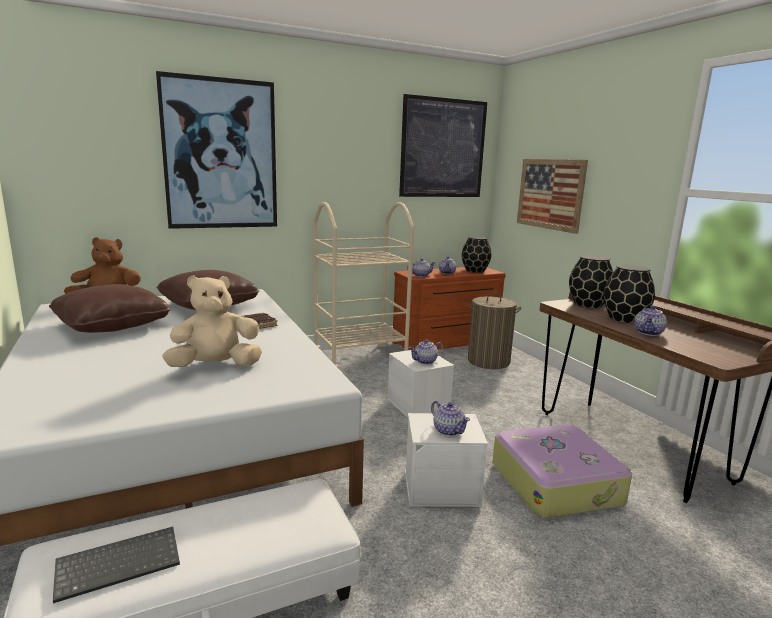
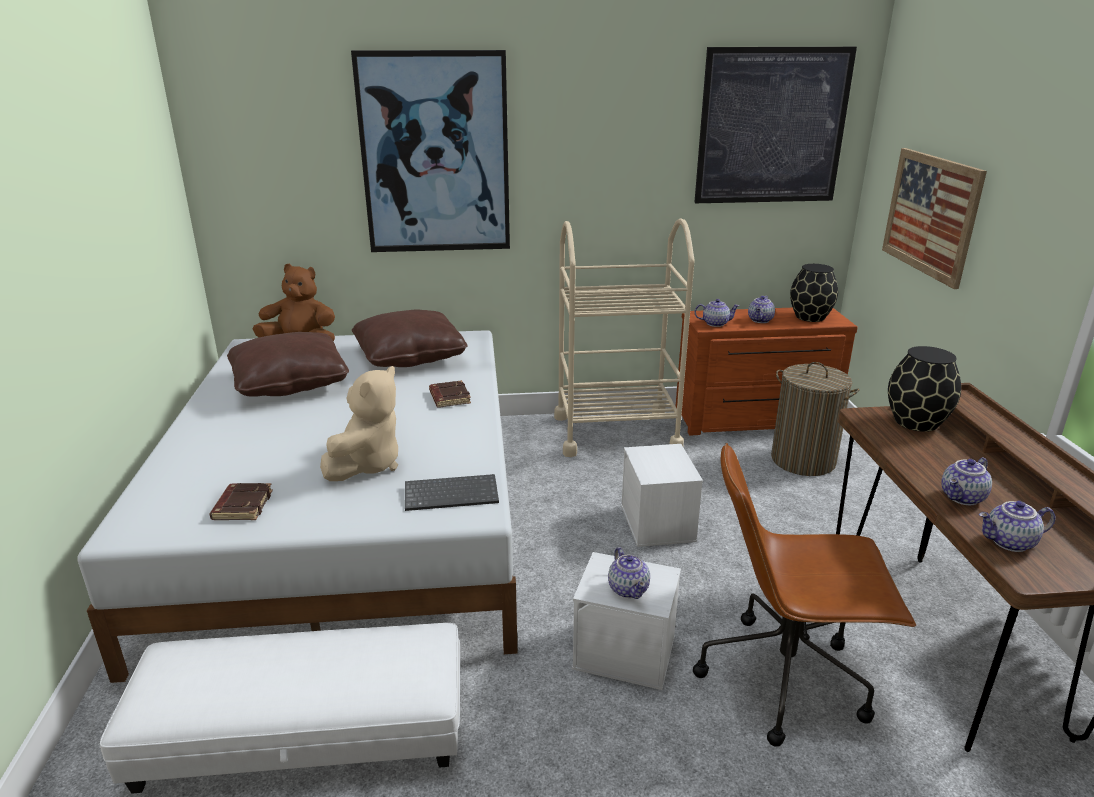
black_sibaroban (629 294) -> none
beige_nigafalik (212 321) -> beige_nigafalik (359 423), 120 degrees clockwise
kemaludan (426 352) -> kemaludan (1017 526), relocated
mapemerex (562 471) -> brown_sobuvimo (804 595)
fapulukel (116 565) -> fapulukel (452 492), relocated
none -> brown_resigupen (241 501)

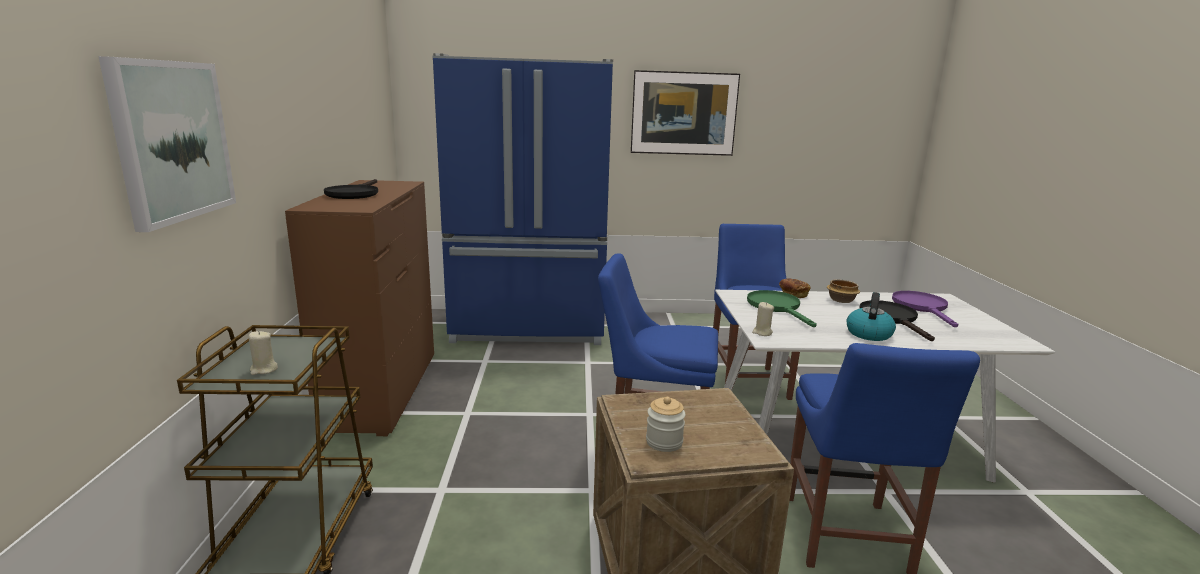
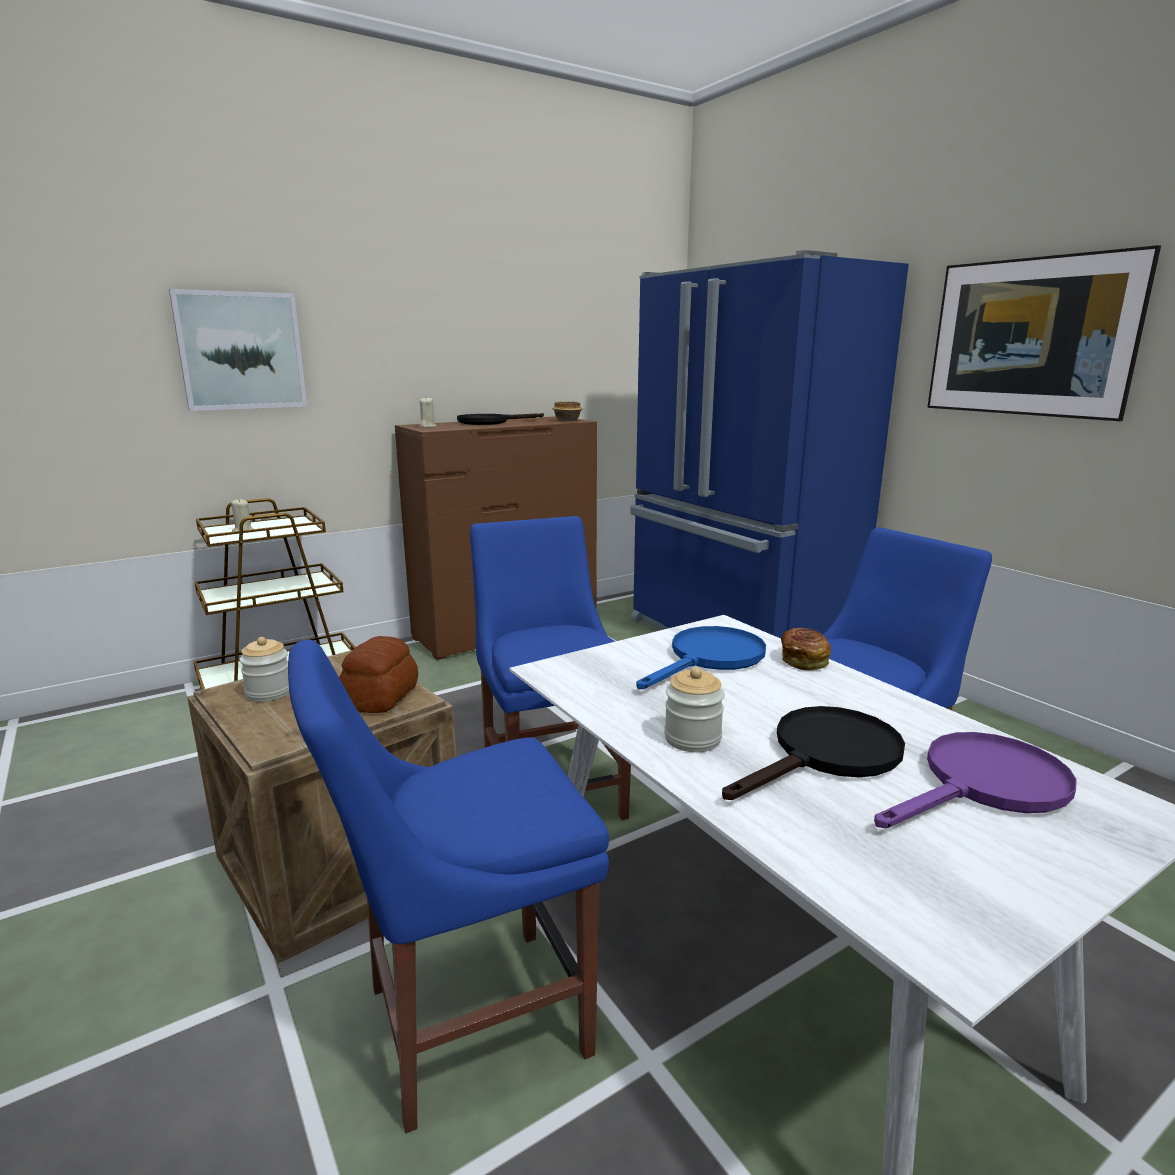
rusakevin (843 291) -> rusakevin (567 411), relocated
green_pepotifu (782 308) -> blue_pepotifu (701 657)
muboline (871 316) -> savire (694 709)
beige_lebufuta (763 319) -> beige_lebufuta (427 412), relocated
none -> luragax (378 674)

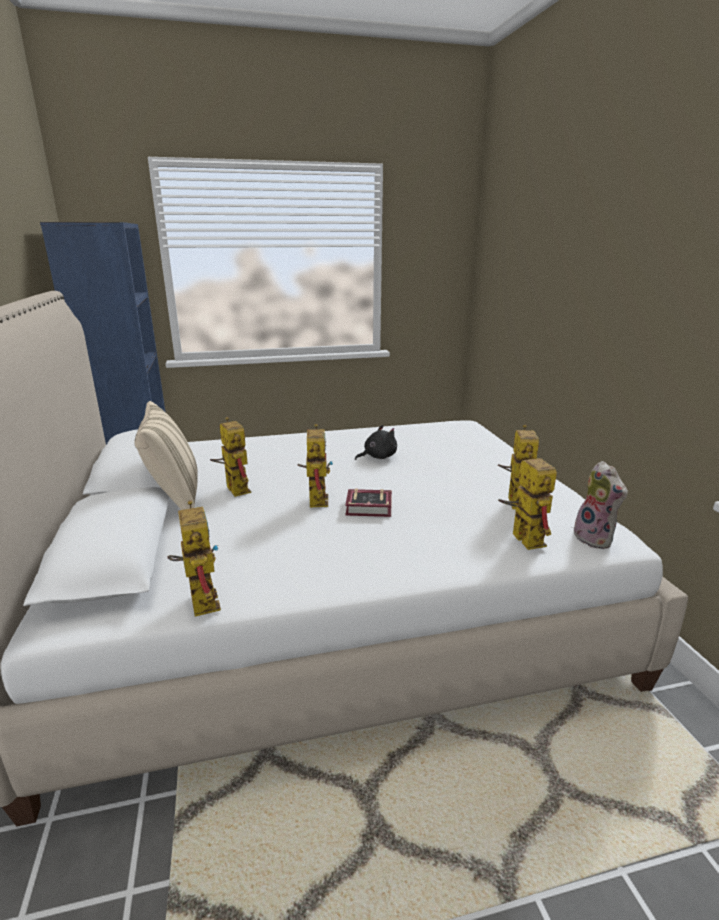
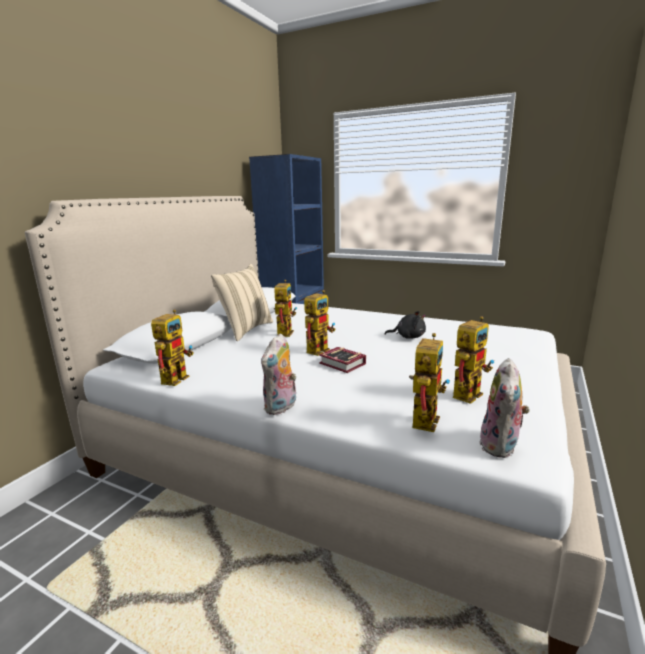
none -> nigafalik (279 374)

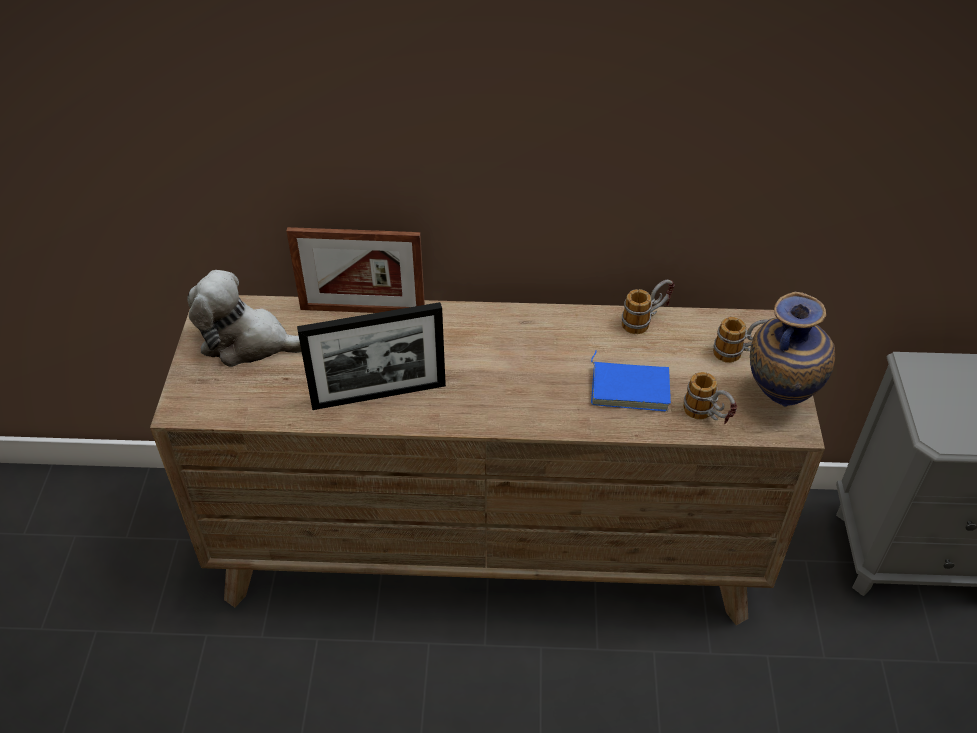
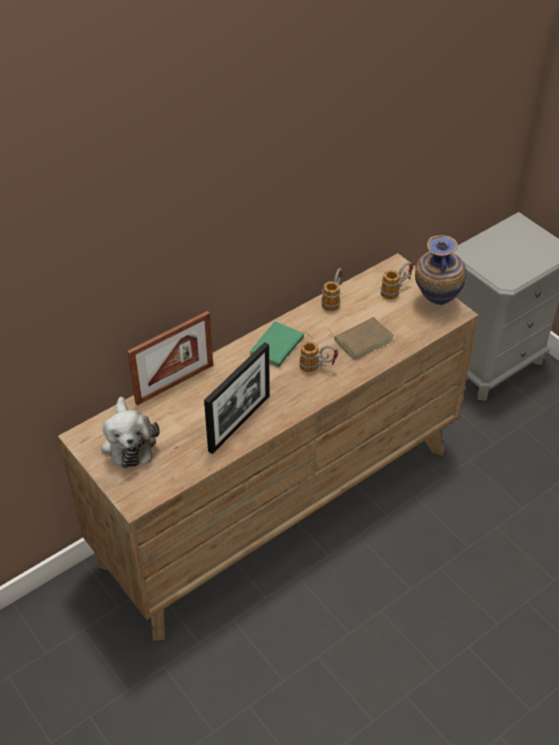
nigafalik (244 318) -> nigafalik (130 432), 75 degrees counterclockwise
blue_resigupen (631 380) -> brown_resigupen (361 338)
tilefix (710 398) -> tilefix (318 356), relocated
none -> green_resigupen (281 344)

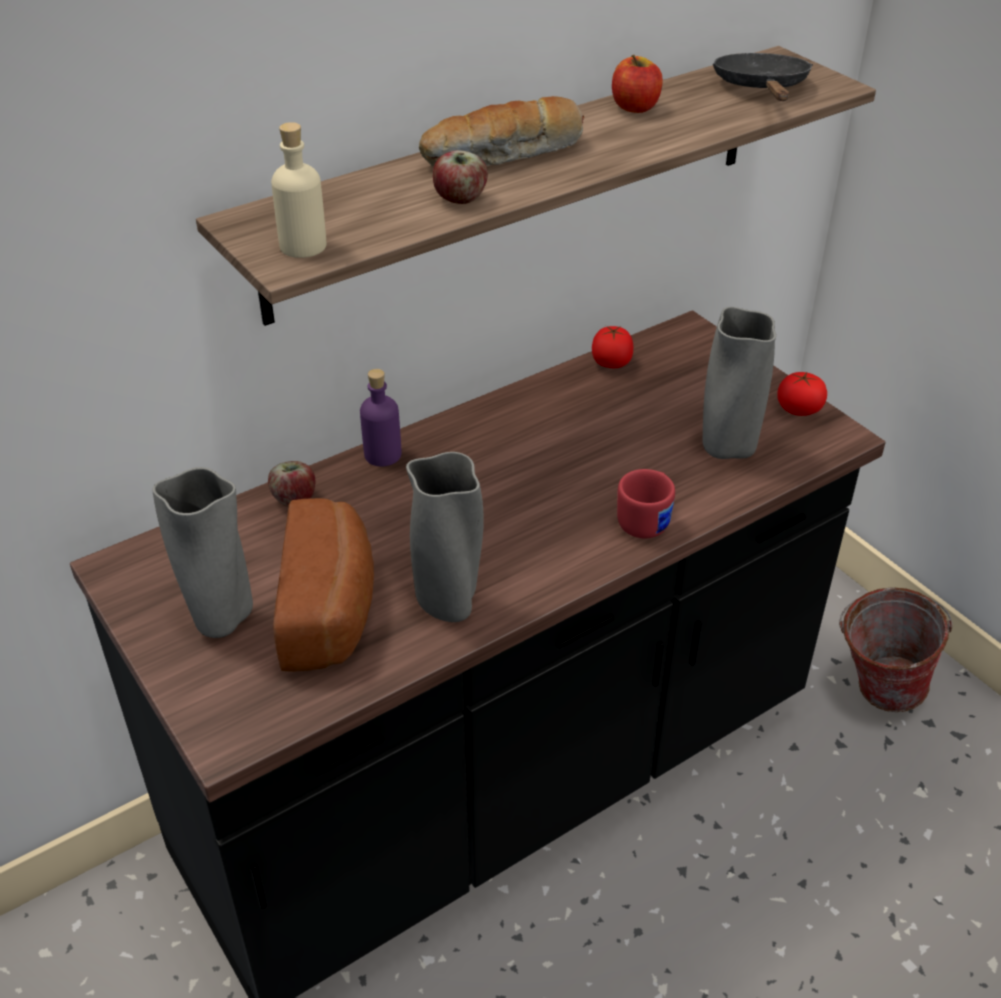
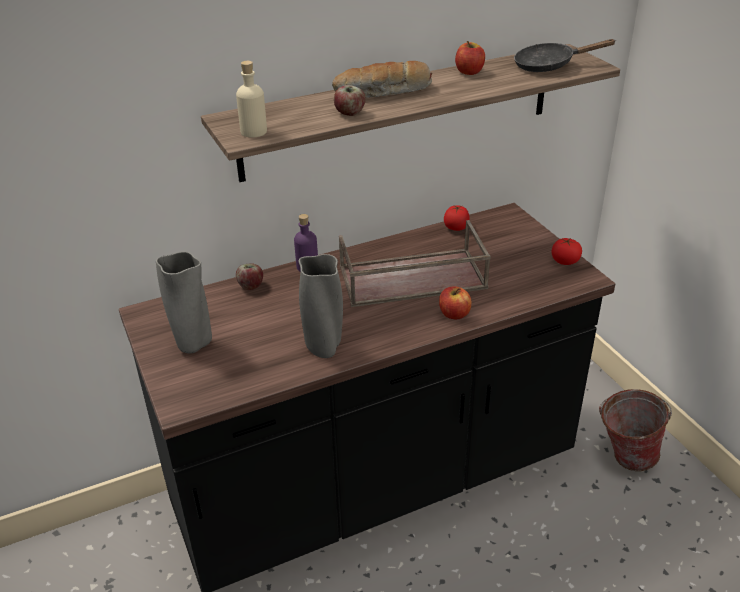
black_pepotifu (763 77) -> black_pepotifu (564 55), 105 degrees counterclockwise
grey_sibaroban (739 383) -> none
red_tilefix (646 504) -> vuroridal (455 303)
luragax (323 585) -> none
none -> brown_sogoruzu (415 263)

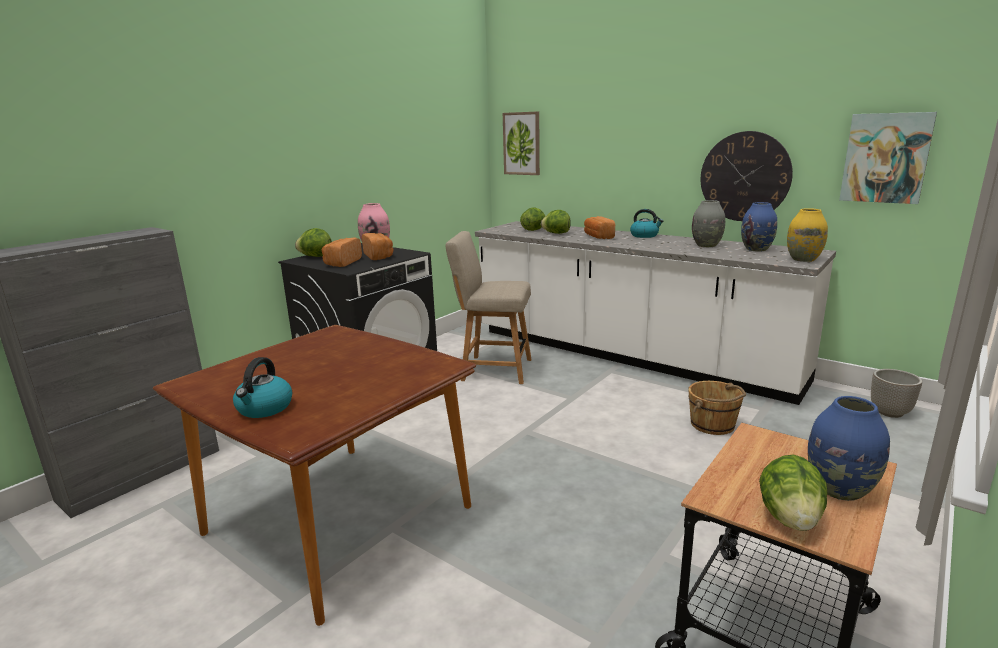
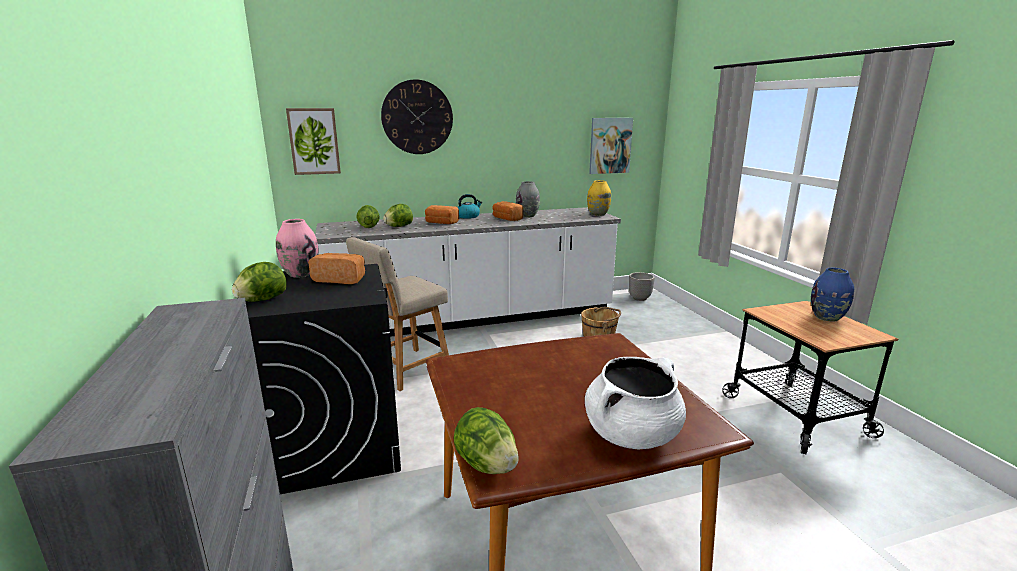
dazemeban (747 176) -> dazemeban (417 116), relocated
blue_sibaroban (759 226) -> none
luragax (341 252) -> luragax (508 211), relocated
muboline (262 387) -> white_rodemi (635 403)
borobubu (793 493) -> borobubu (486 440), relocated

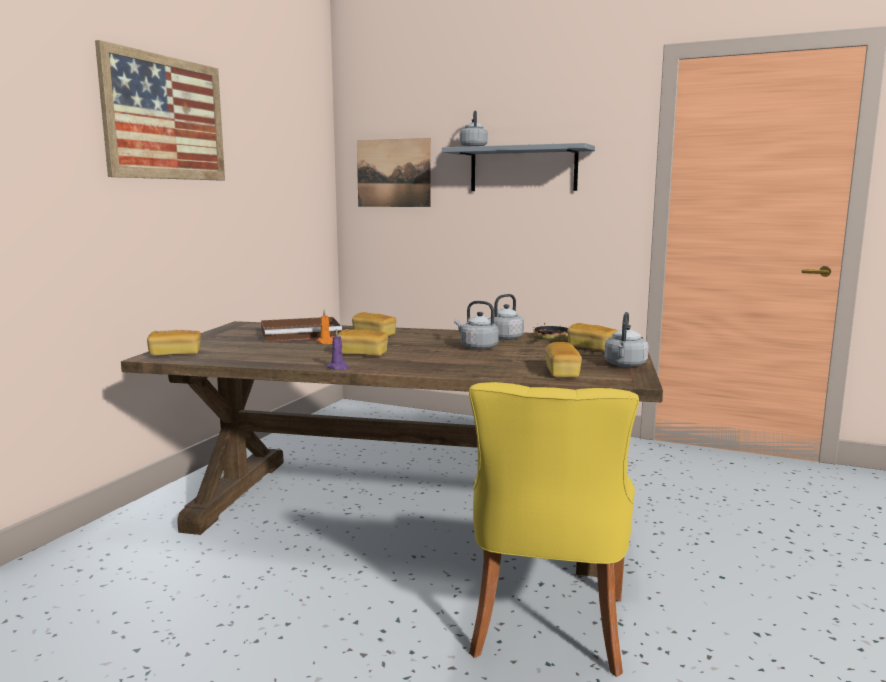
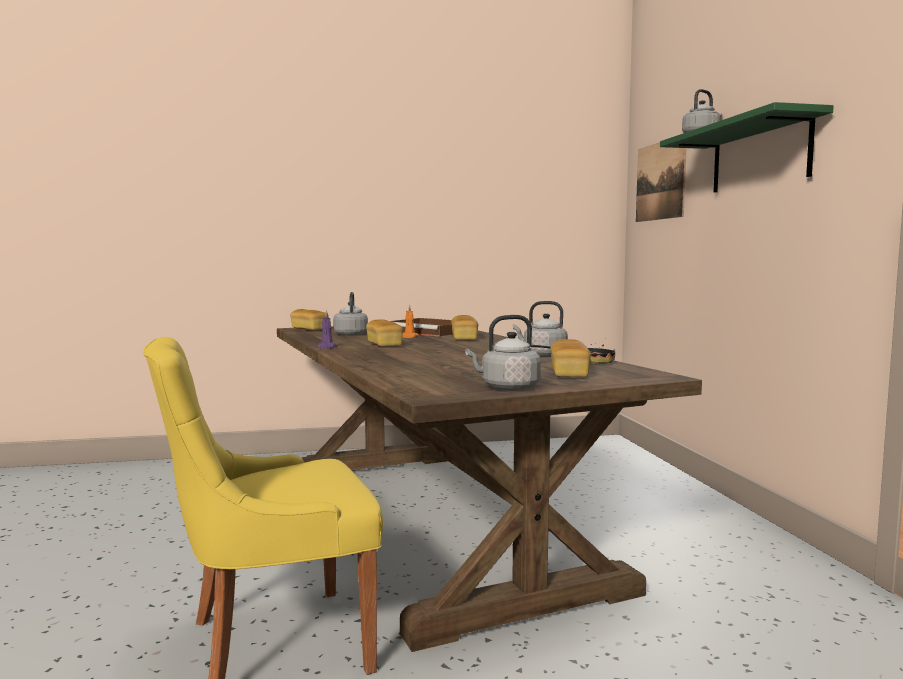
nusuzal (160 110) -> none
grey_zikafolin (518 167) -> green_zikafolin (746 147)
grey_muboline (476 325) -> grey_muboline (350 314), relocated
luragax (563 359) -> none

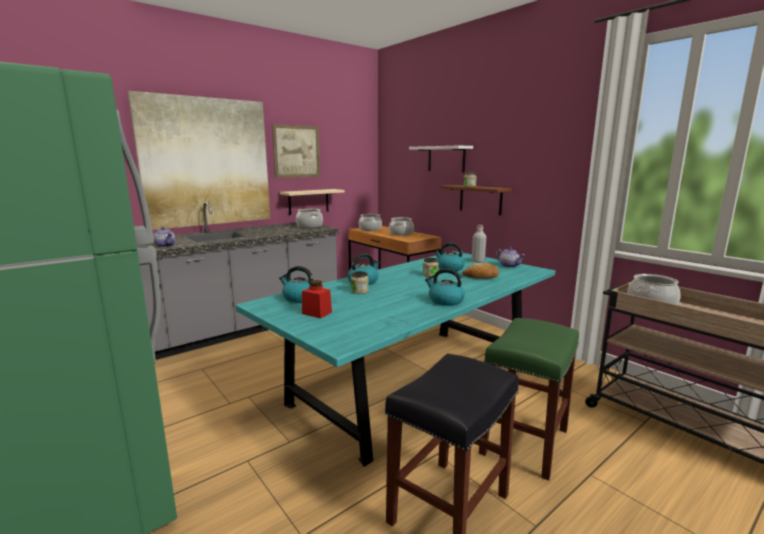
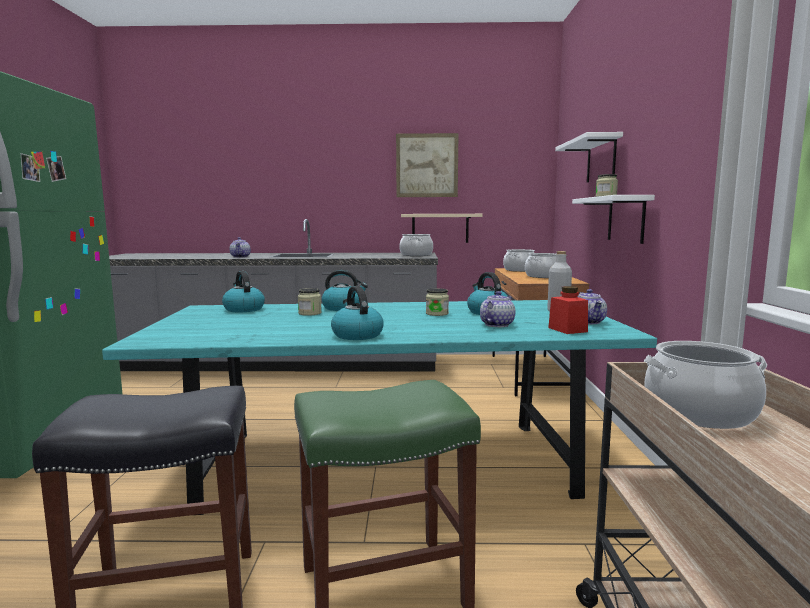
nusuzal (199 160) -> none
brown_zikafolin (476 200) -> white_zikafolin (613 219)
luragax (480 271) -> kemaludan (497 309)
red_savire (317 299) -> red_savire (568 310), relocated

